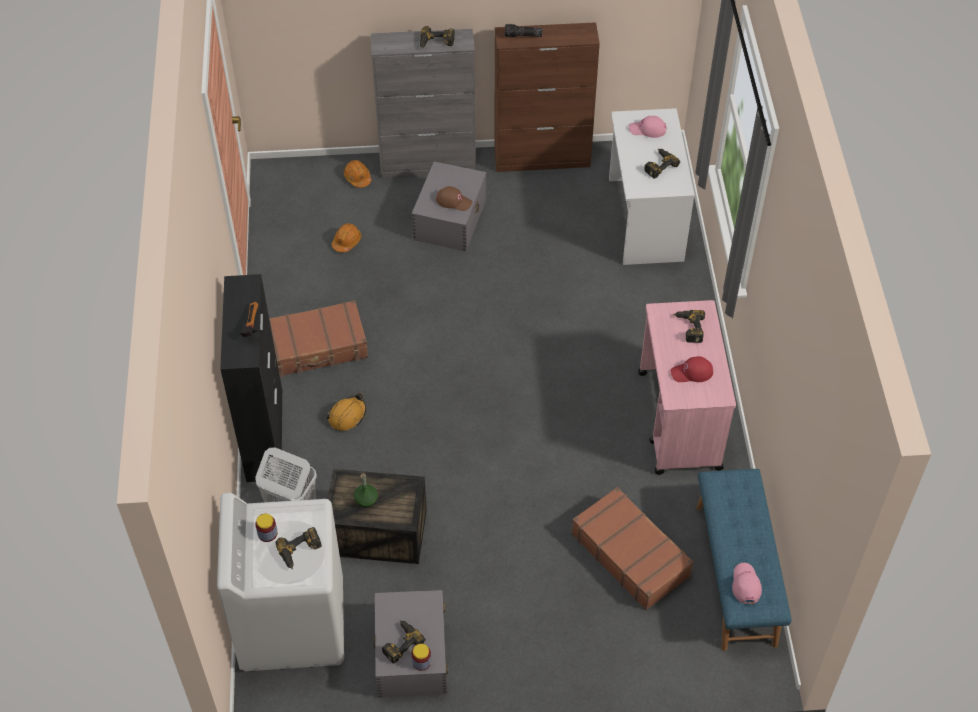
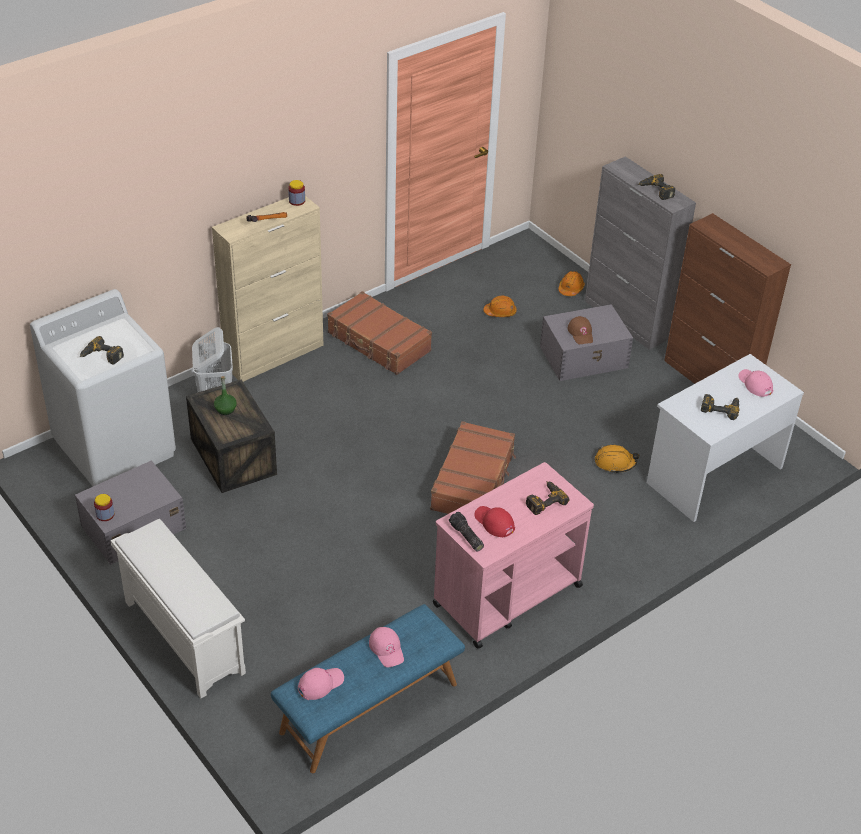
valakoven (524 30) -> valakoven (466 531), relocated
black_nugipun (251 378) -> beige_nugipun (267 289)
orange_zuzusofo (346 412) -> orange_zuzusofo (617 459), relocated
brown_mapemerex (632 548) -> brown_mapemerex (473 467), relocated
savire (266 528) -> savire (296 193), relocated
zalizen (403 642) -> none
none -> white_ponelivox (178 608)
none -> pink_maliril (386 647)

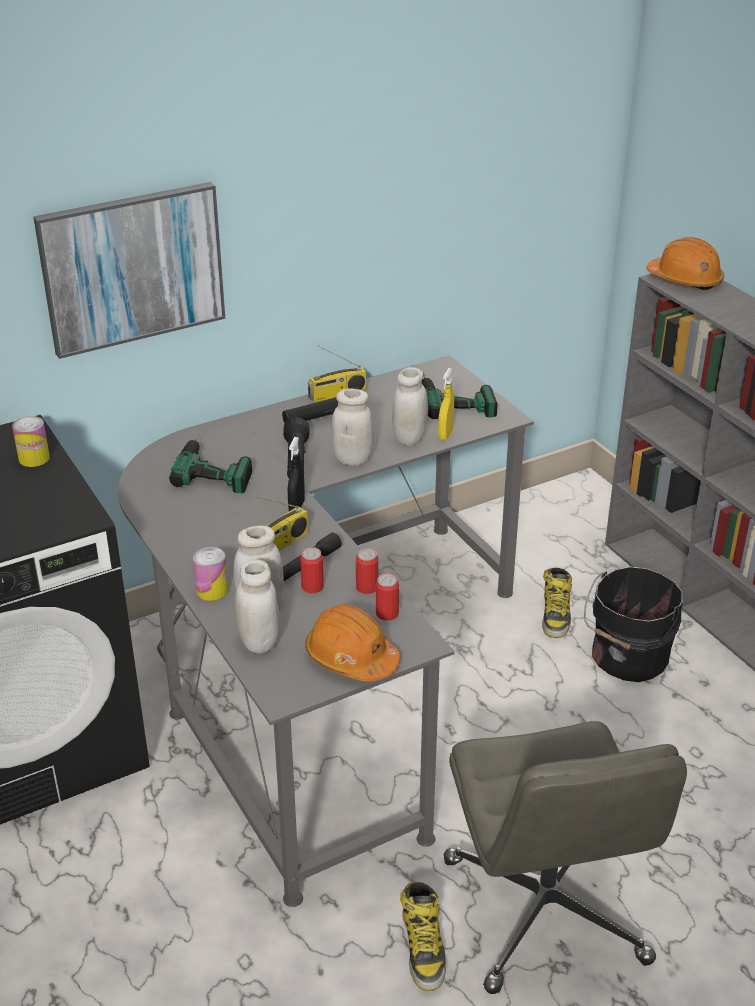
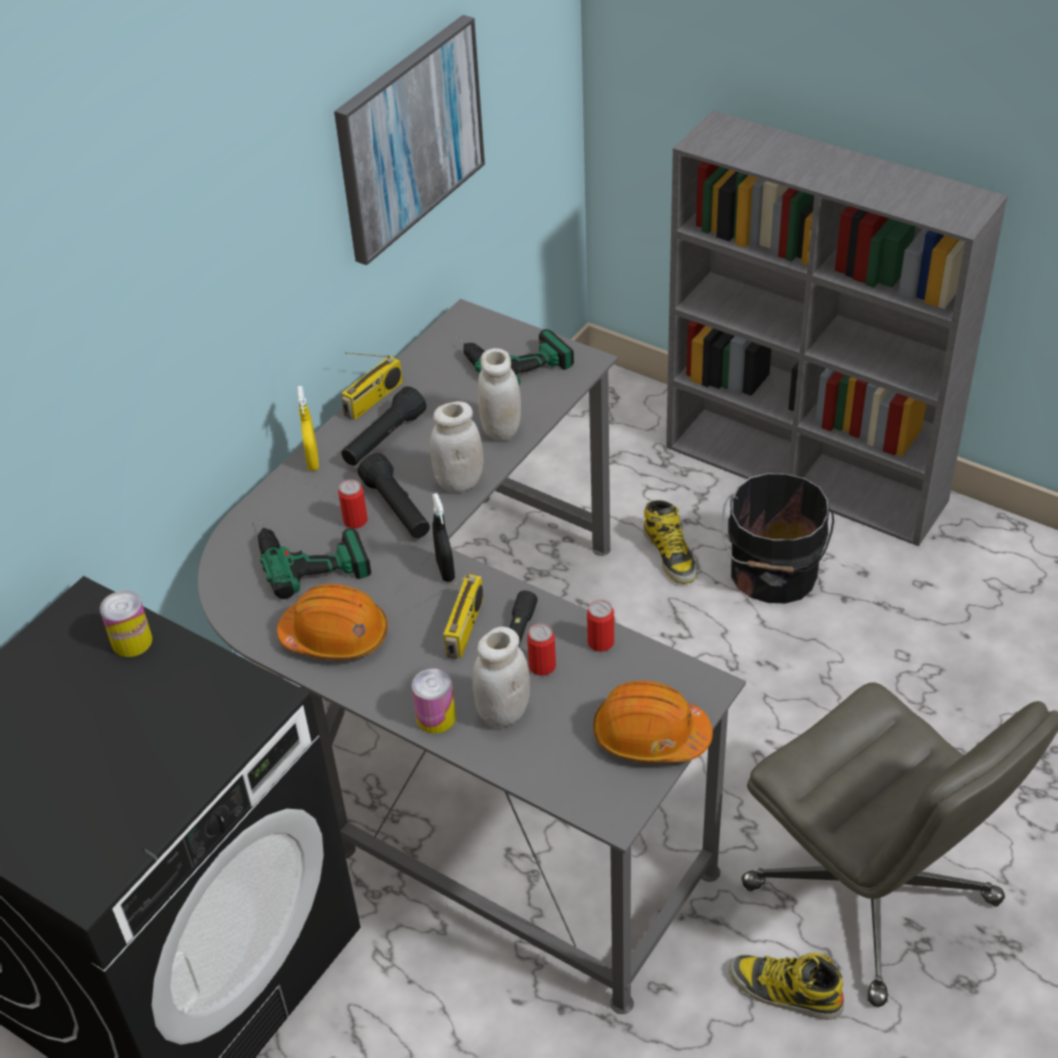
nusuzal (129 270) -> nusuzal (409 140), relocated
orange_zuzusofo (685 263) -> orange_zuzusofo (332 622), relocated
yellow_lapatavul (446 404) -> yellow_lapatavul (308 428), relocated
white_savire (257 606) -> none
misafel (387 597) -> misafel (353 504), relocated
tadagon (423 936) -> tadagon (786 986), 150 degrees clockwise

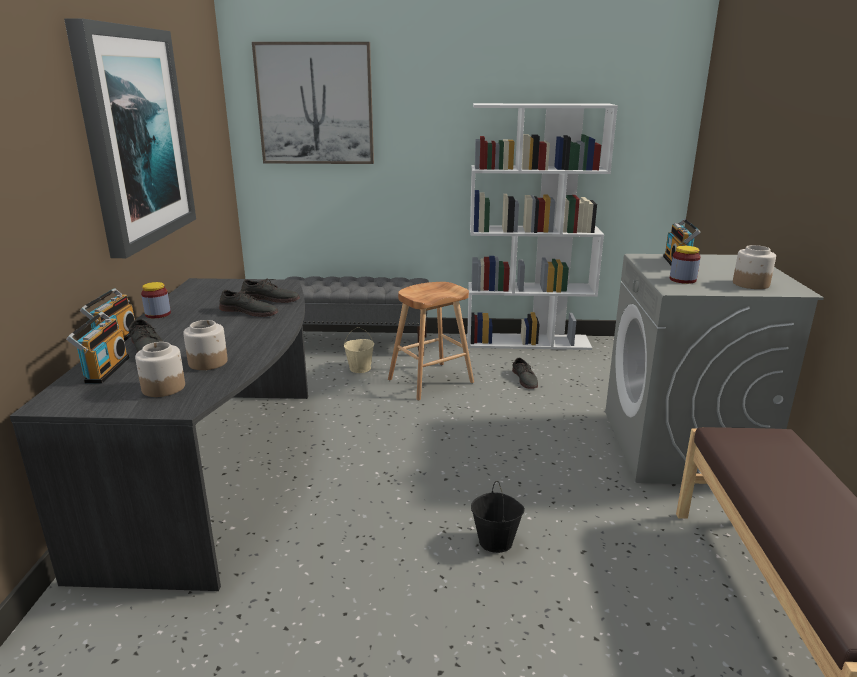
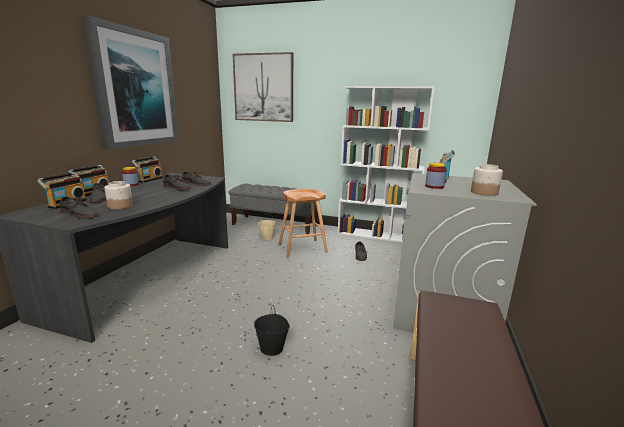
savire (160 369) -> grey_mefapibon (78 207)
none -> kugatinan (147 170)

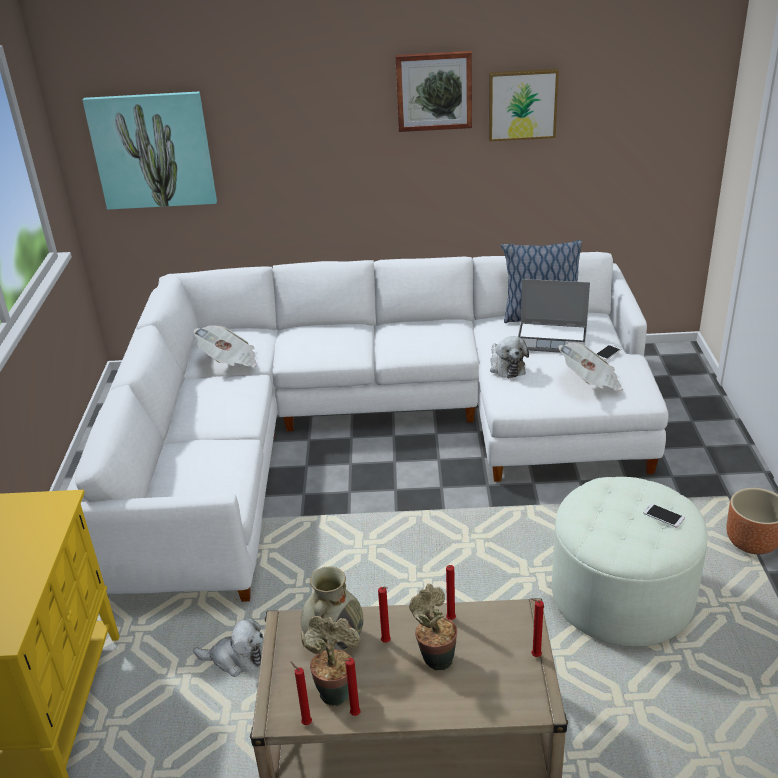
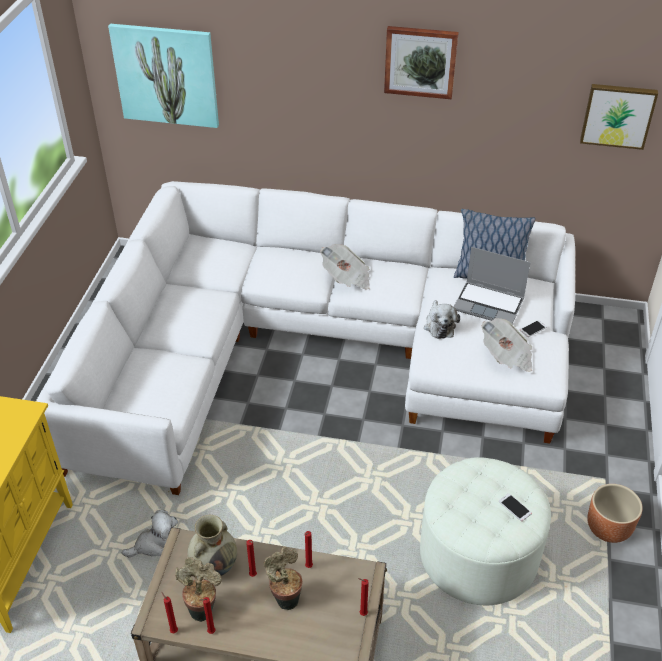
nusuzal (524 105) -> nusuzal (619 117), relocated
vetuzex (225 346) -> vetuzex (345 267), relocated
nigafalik (228 647) -> nigafalik (150 533), 45 degrees counterclockwise

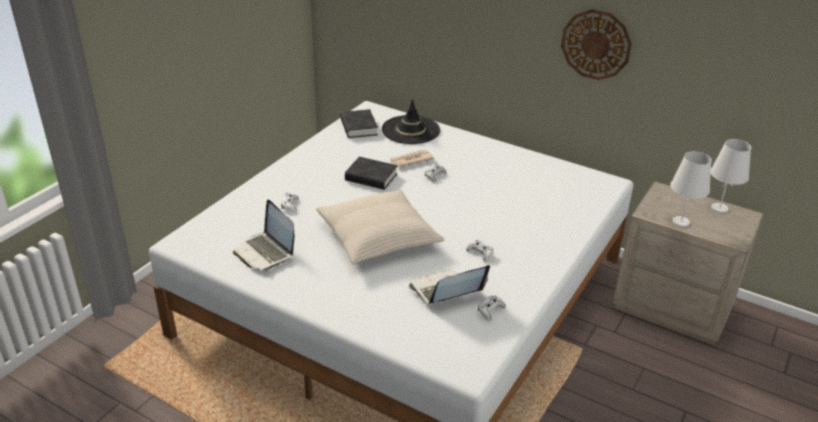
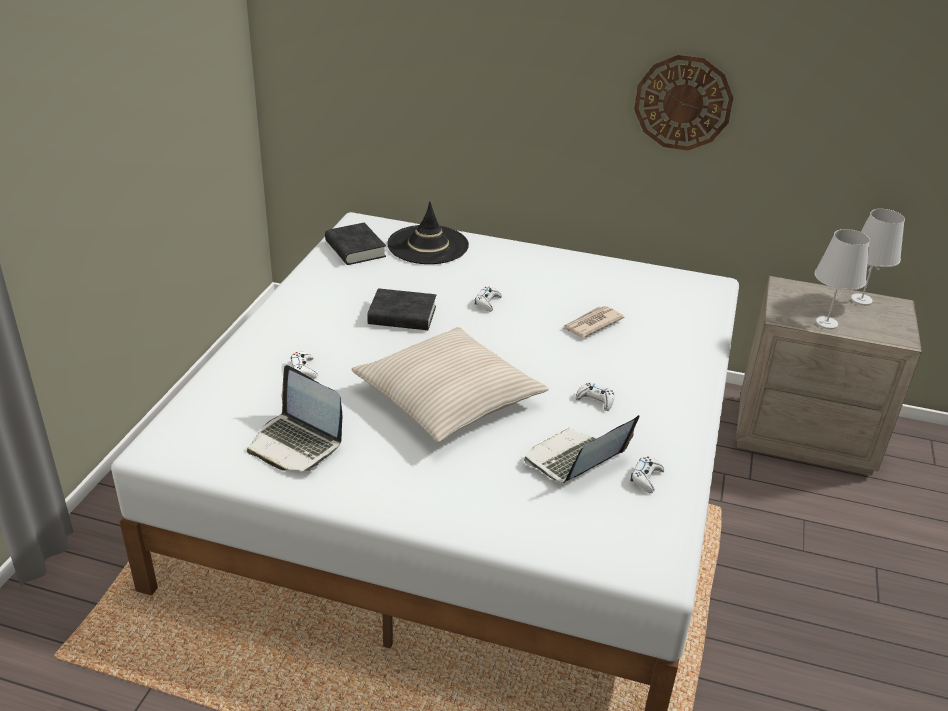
vetuzex (412 159) -> vetuzex (593 322), relocated

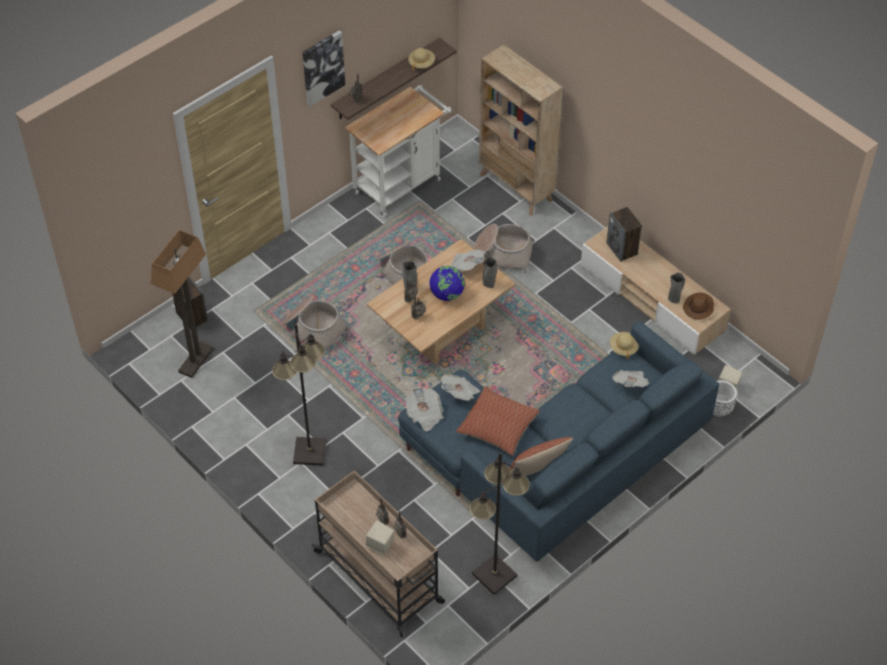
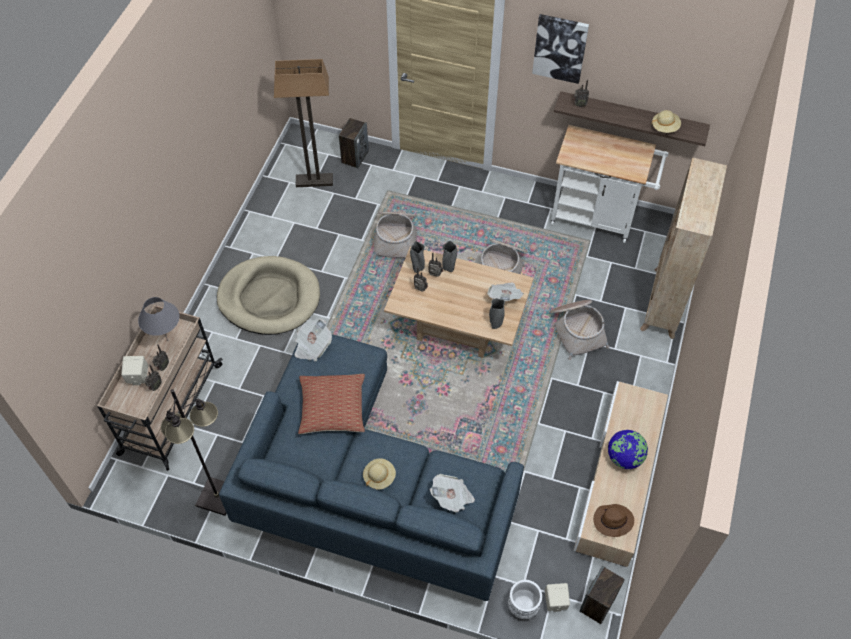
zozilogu (624 234) -> zozilogu (602 595), relocated
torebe (447 283) -> torebe (628 449), relocated
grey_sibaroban (676 288) -> grey_sibaroban (417 257), relocated
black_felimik (299 394) -> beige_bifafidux (268 295)
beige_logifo (624 346) -> beige_logifo (379 474), relocated
vetuzex (460 387) -> none
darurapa (541 456) -> none
none -> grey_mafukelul (159 318)

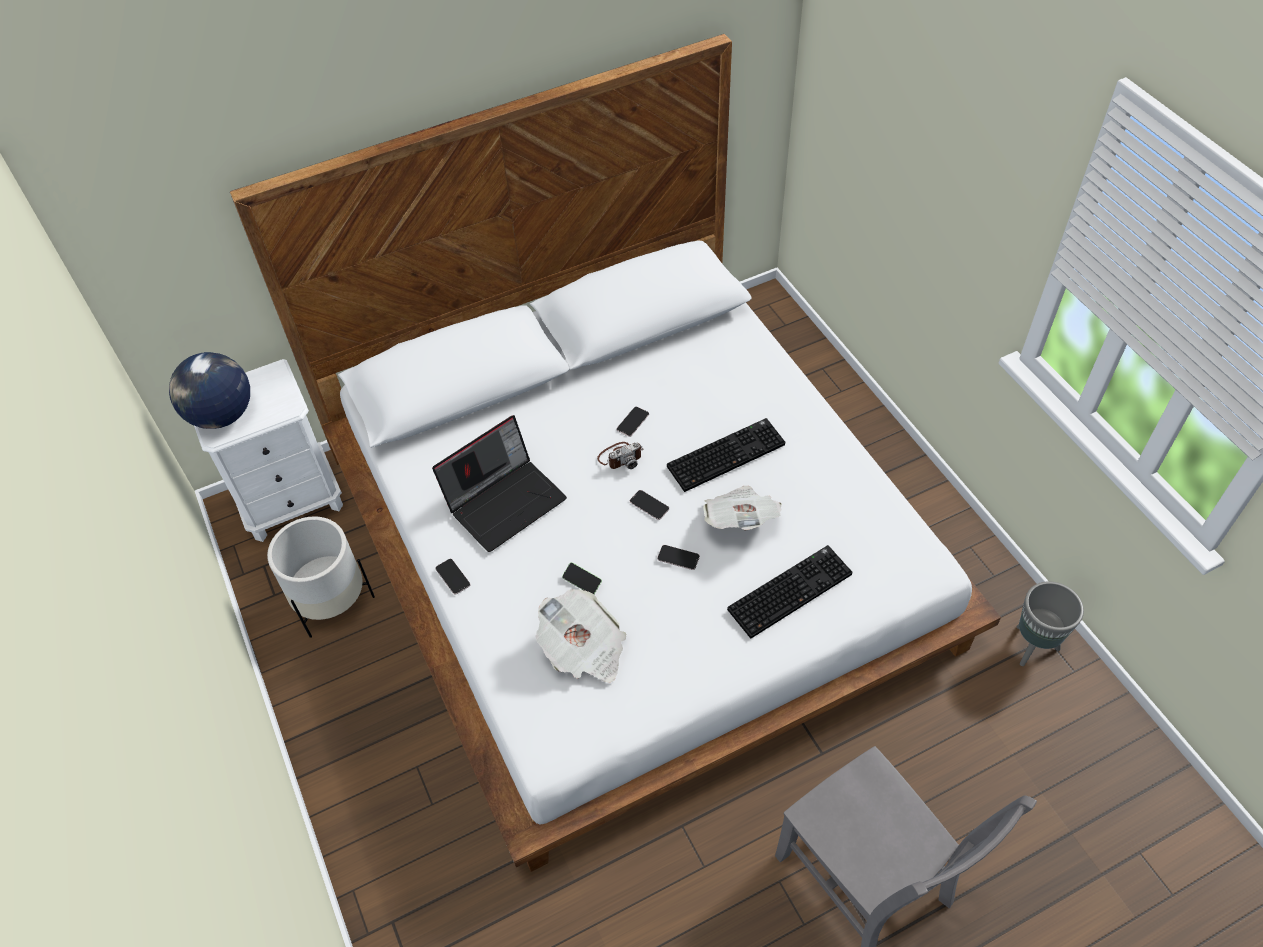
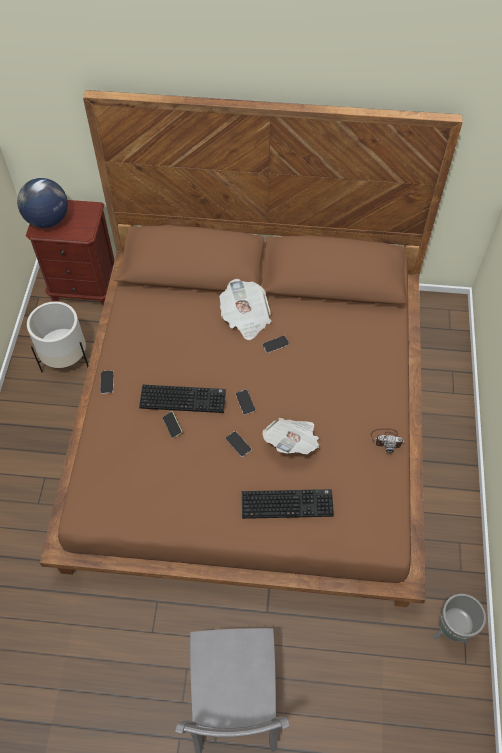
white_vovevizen (615 453) -> brown_vovevizen (251 348)
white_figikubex (268 450) -> brown_figikubex (70 253)
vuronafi (499 483) -> none
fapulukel (726 455) -> fapulukel (182 399), relocated
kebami (620 455) -> kebami (388 440), relocated
vetuzex (581 636) -> vetuzex (245 309), relocated

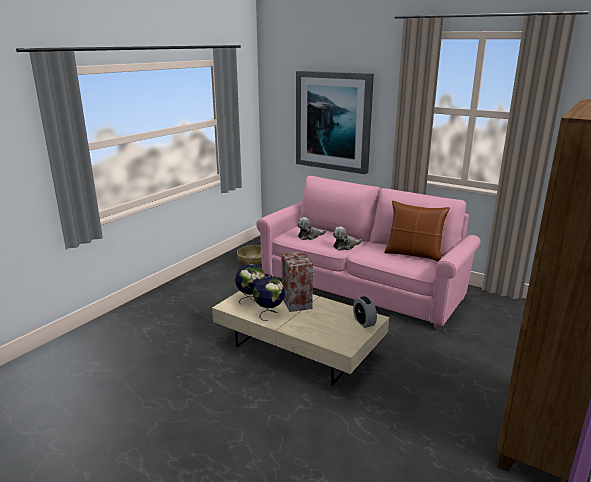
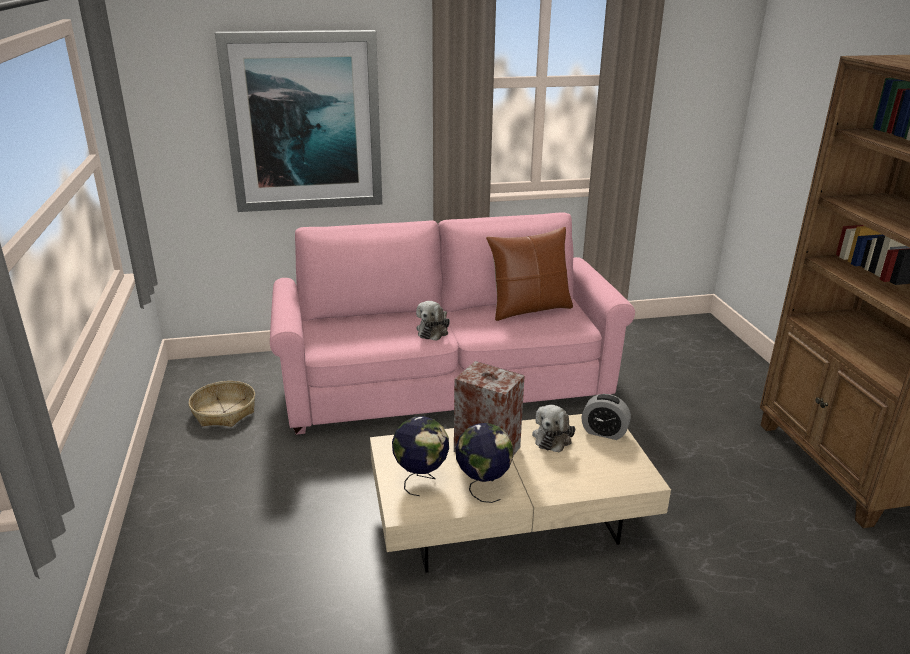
nigafalik (311 228) -> nigafalik (553 428), relocated

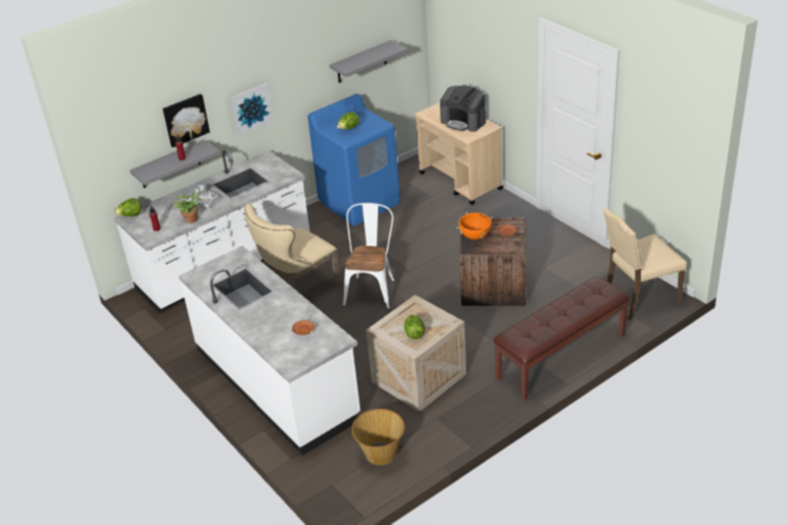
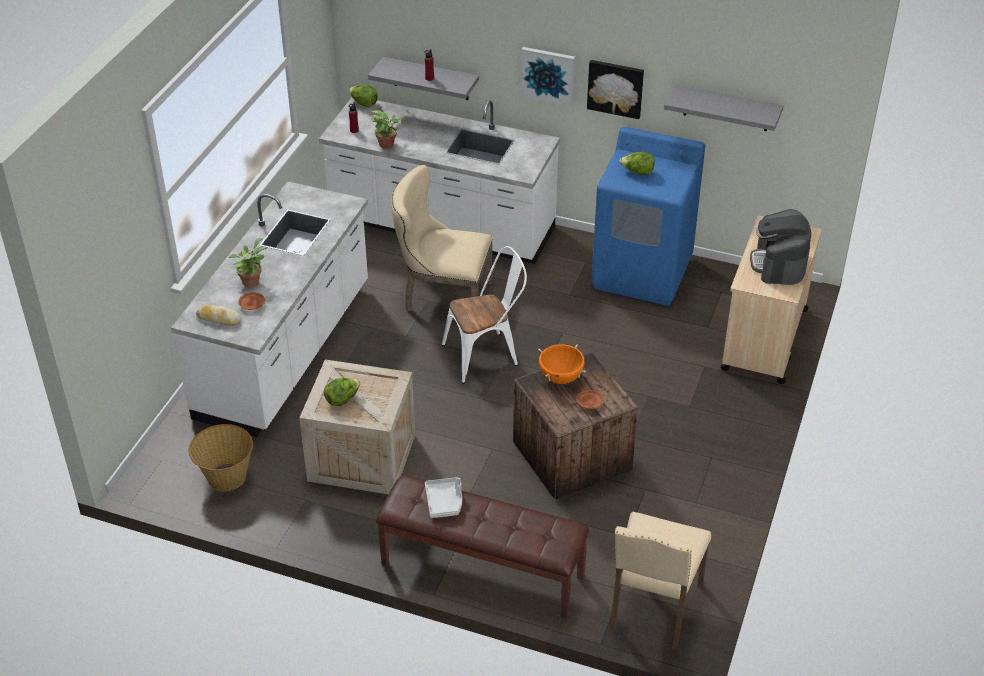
nusuzal (186 120) -> nusuzal (615 89), relocated
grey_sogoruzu (201 196) -> grey_sogoruzu (443 497), relocated
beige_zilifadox (645 264) -> beige_zilifadox (660 580), 105 degrees counterclockwise
none -> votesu (248 263)
none -> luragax (219 315)

